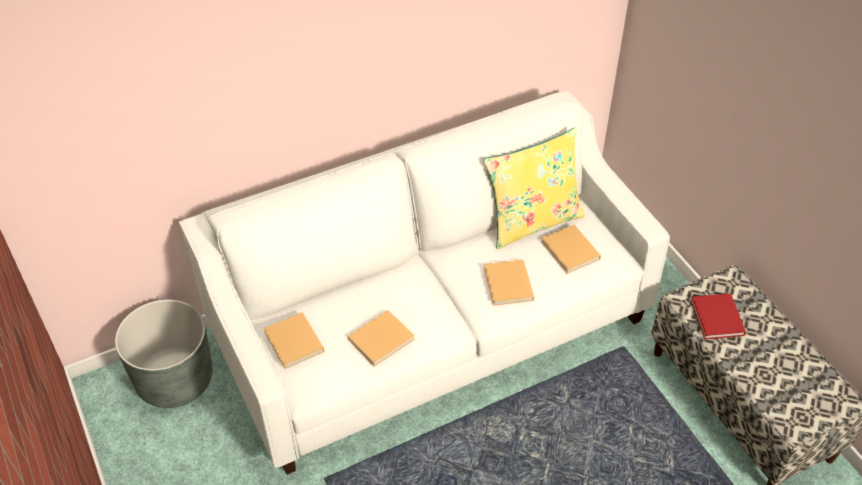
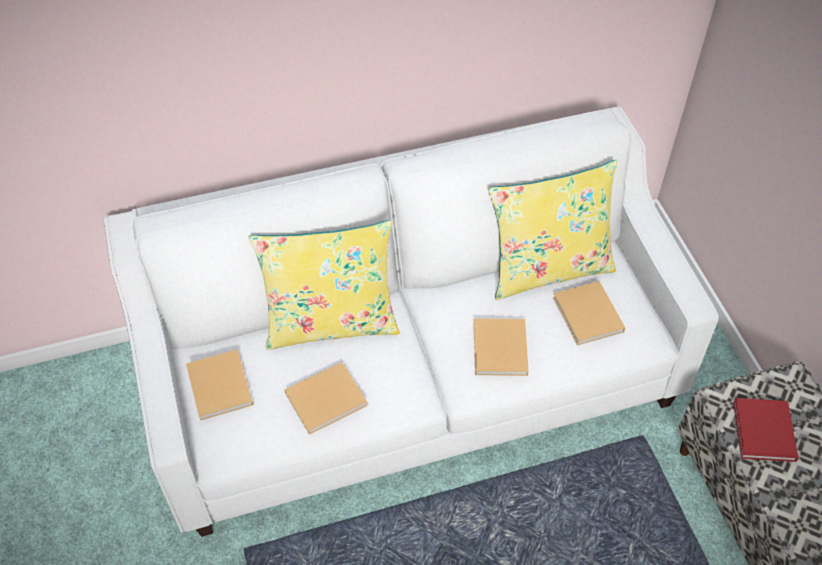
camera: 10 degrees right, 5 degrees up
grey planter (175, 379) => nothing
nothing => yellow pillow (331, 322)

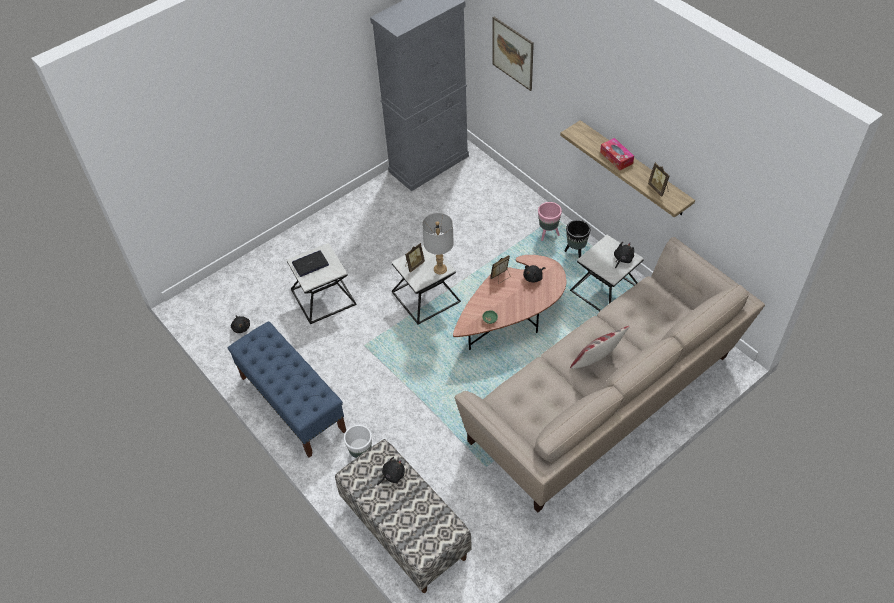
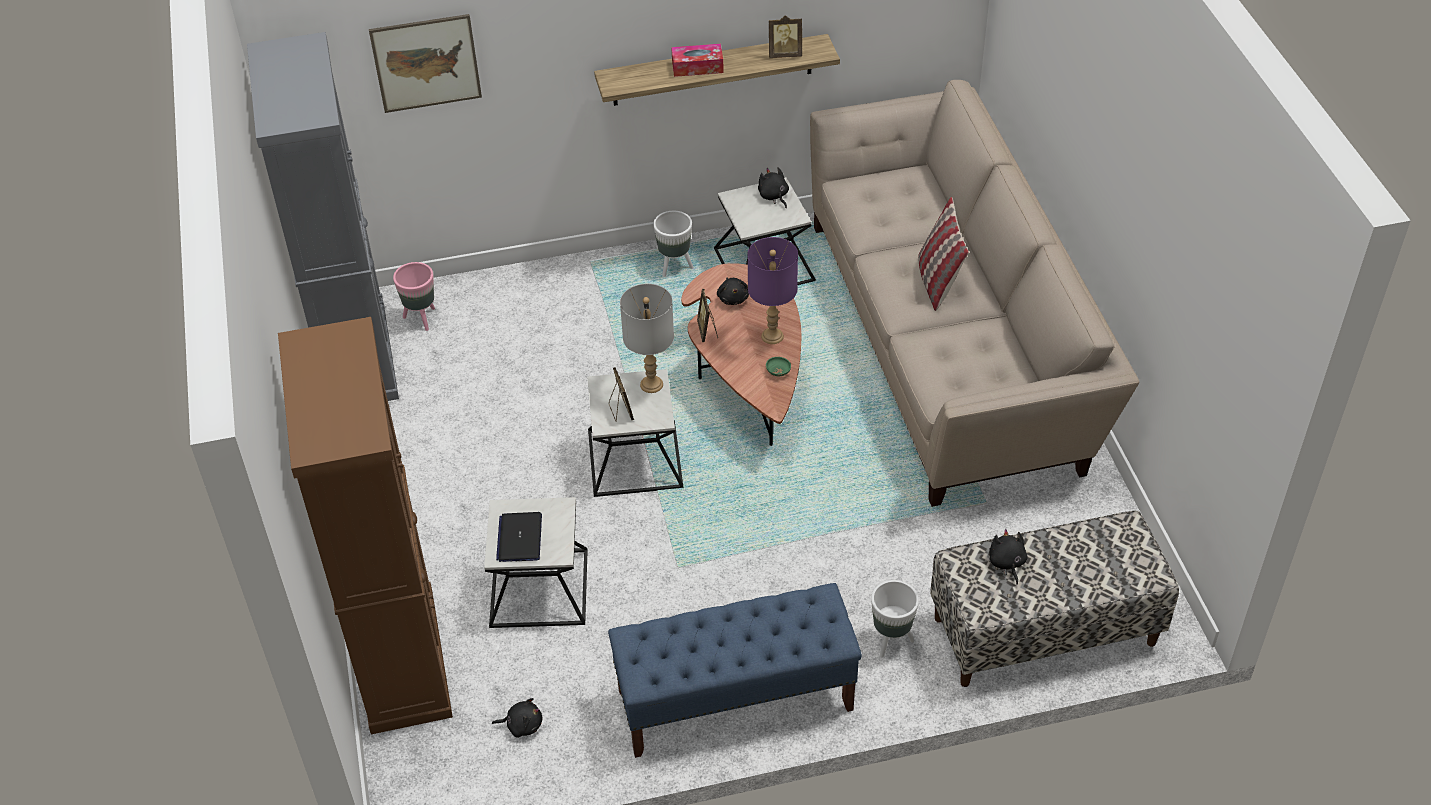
camera: 65 degrees left, 5 degrees down
pink planter (548, 234) => pink planter (421, 318), move
black planter (576, 252) => white planter (675, 266)
nothing => brown cabinet (402, 659)
nothing => purple table lamp (772, 336)

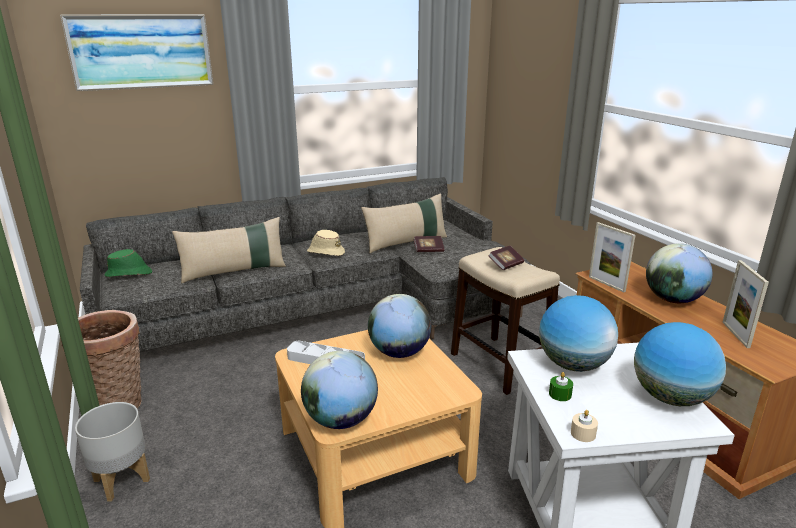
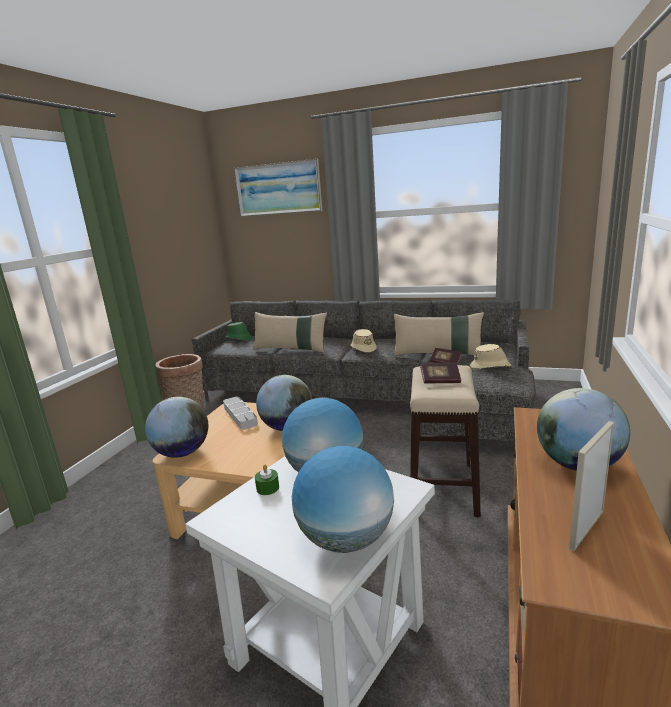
camera: 45 degrees right, 5 degrees down
grey planter (121, 480) => nothing
beige candle (583, 433) => nothing
picture frame (606, 284) => nothing
nothing => beige hat (490, 367)

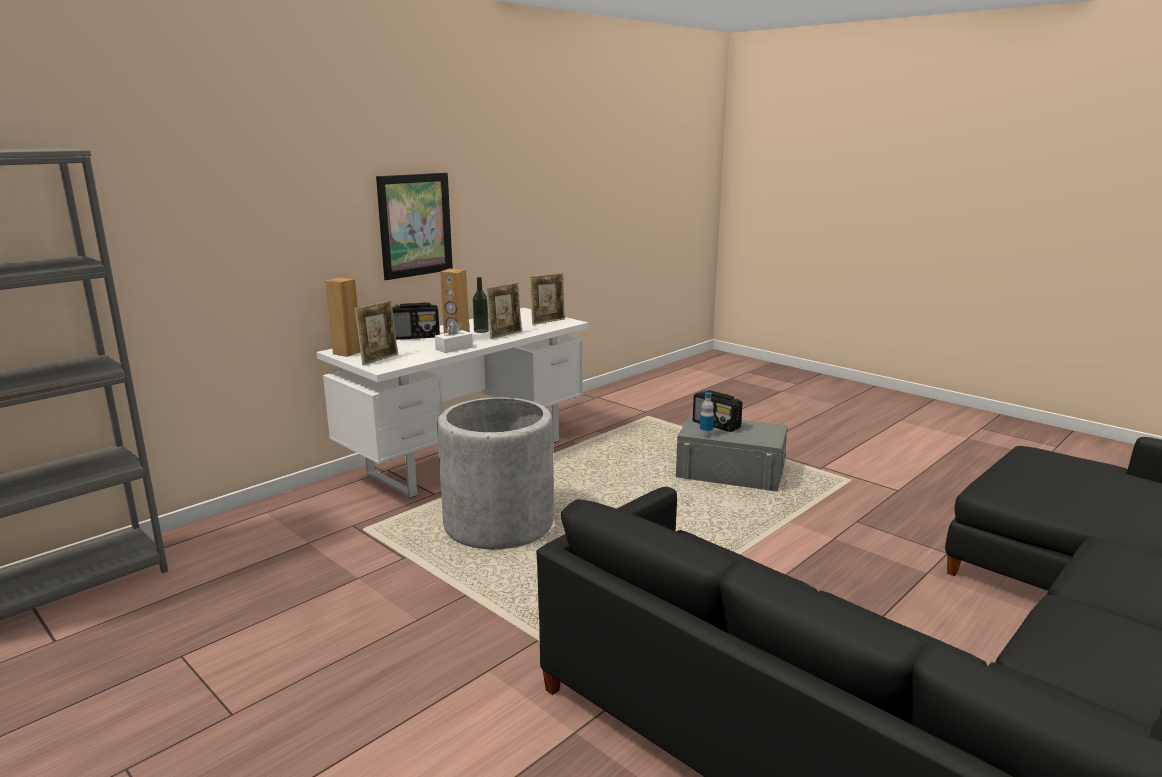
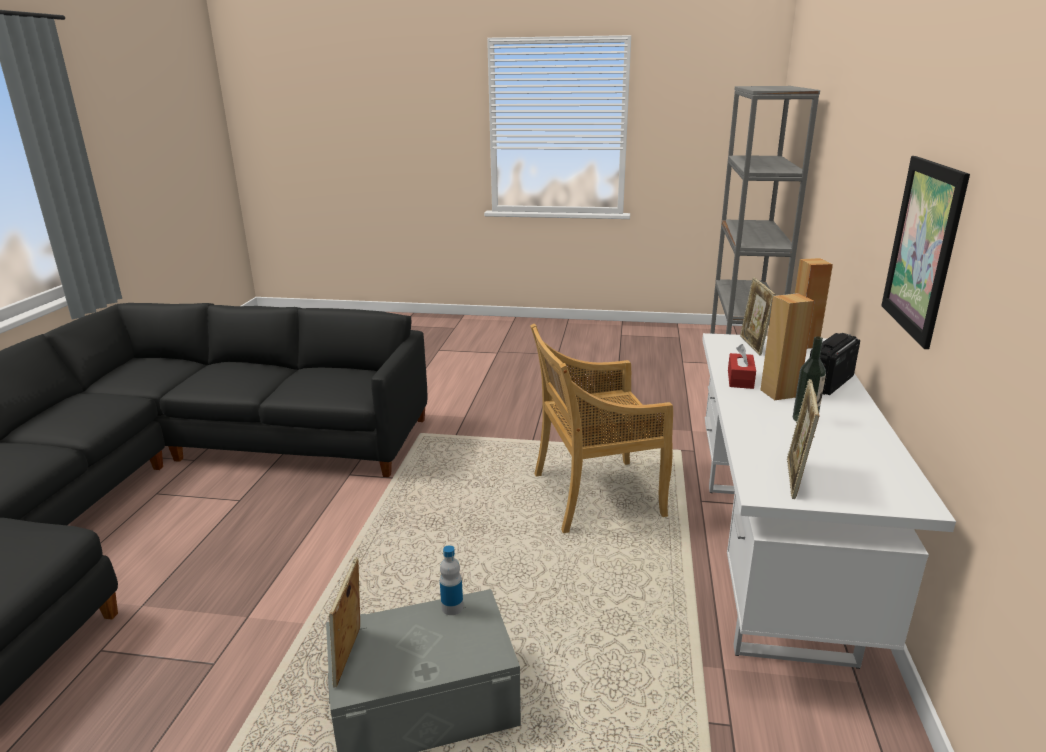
camera: 145 degrees right, 5 degrees up
white tissue box (454, 348) => red tissue box (740, 379)
grey planter (499, 523) => beige chair (594, 495)
picture frame (505, 335) => picture frame (350, 657), move
radio (716, 425) => nothing

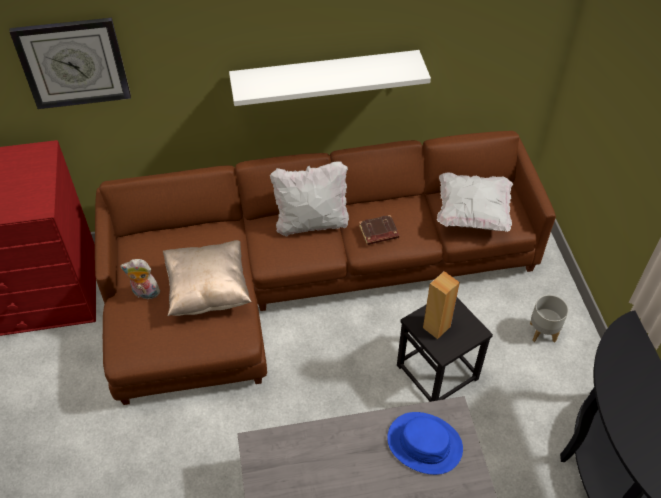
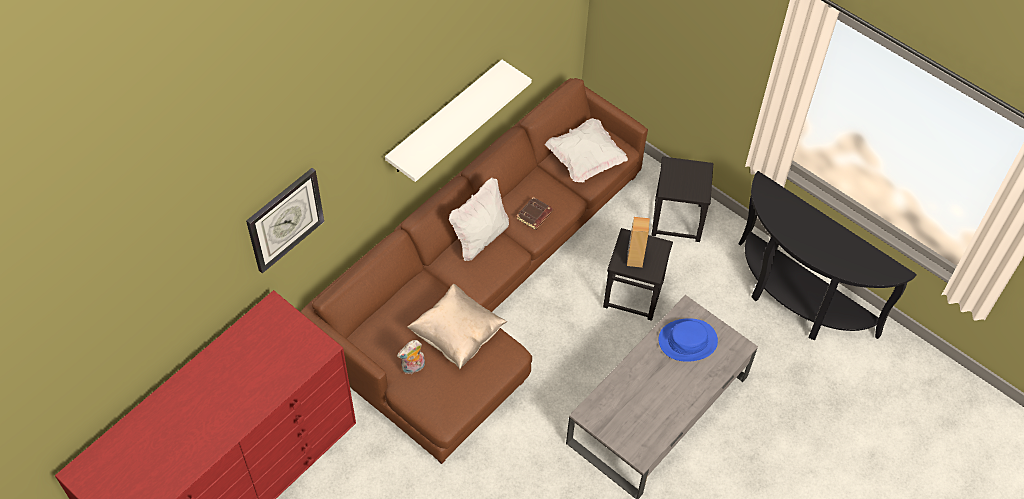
camera: 40 degrees left, 5 degrees up
grey planter (542, 332) => black stool (677, 220)

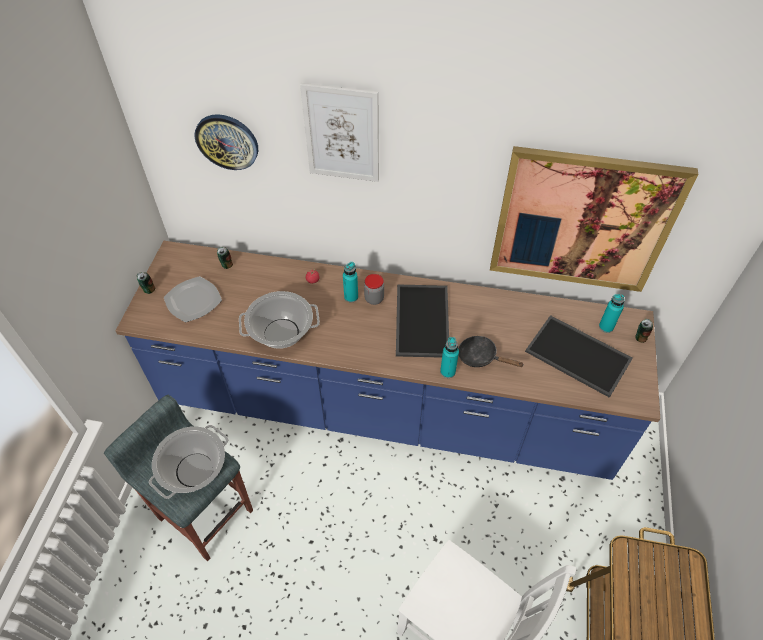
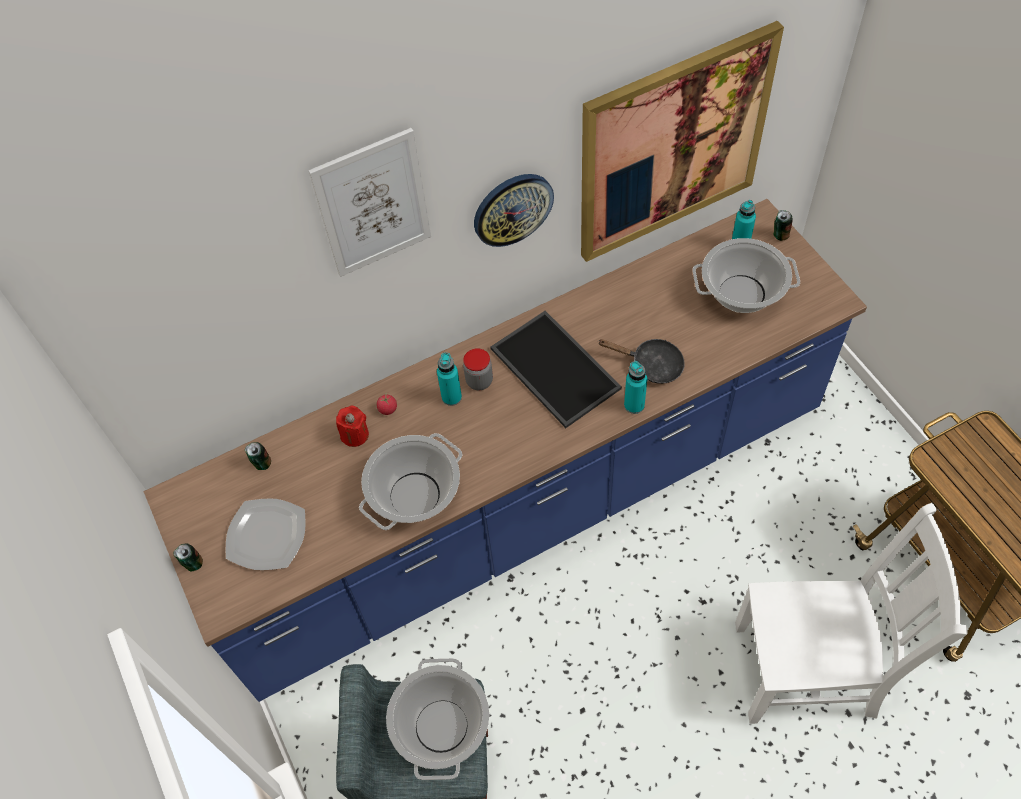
camera: 35 degrees left, 5 degrees up
wall clock (227, 141) => wall clock (512, 209), move
black frying pan (481, 357) => black frying pan (651, 365), 150 degrees counterclockwise
tray (579, 355) => cooking pot (742, 293)
nothing => red candle (355, 435)

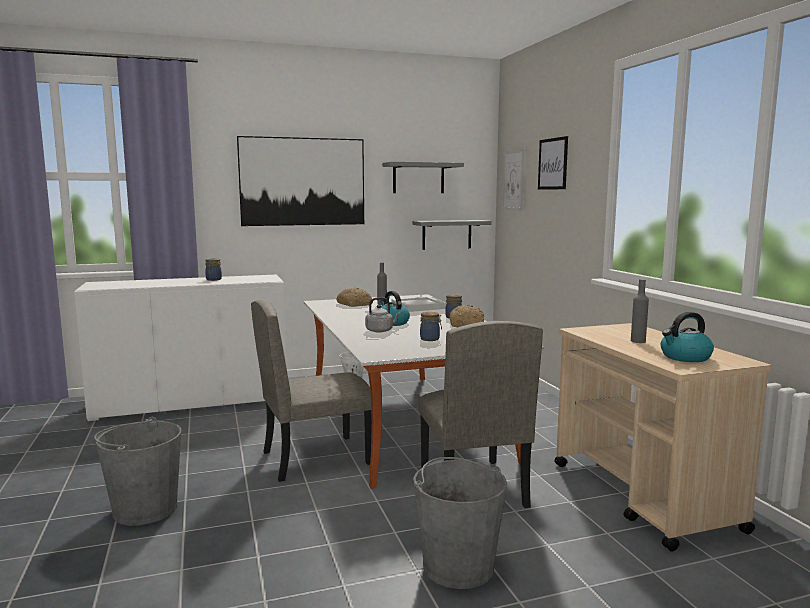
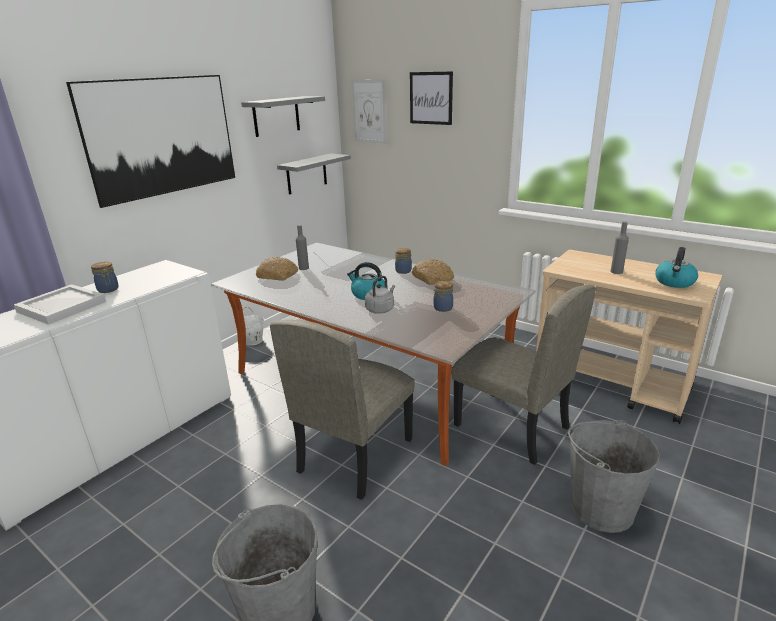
camera: 35 degrees left, 15 degrees up
white tray (417, 306) => white tray (60, 307), move

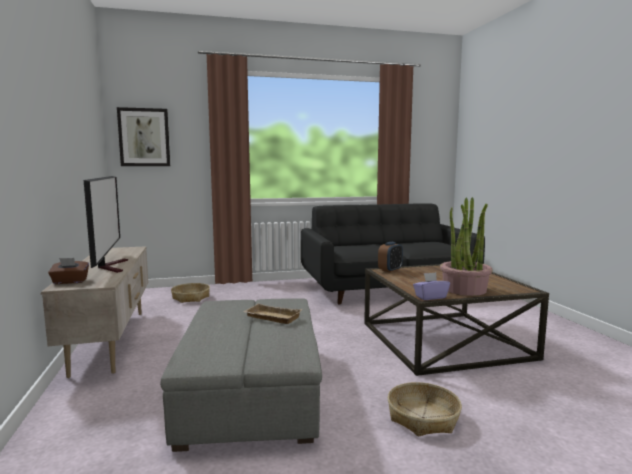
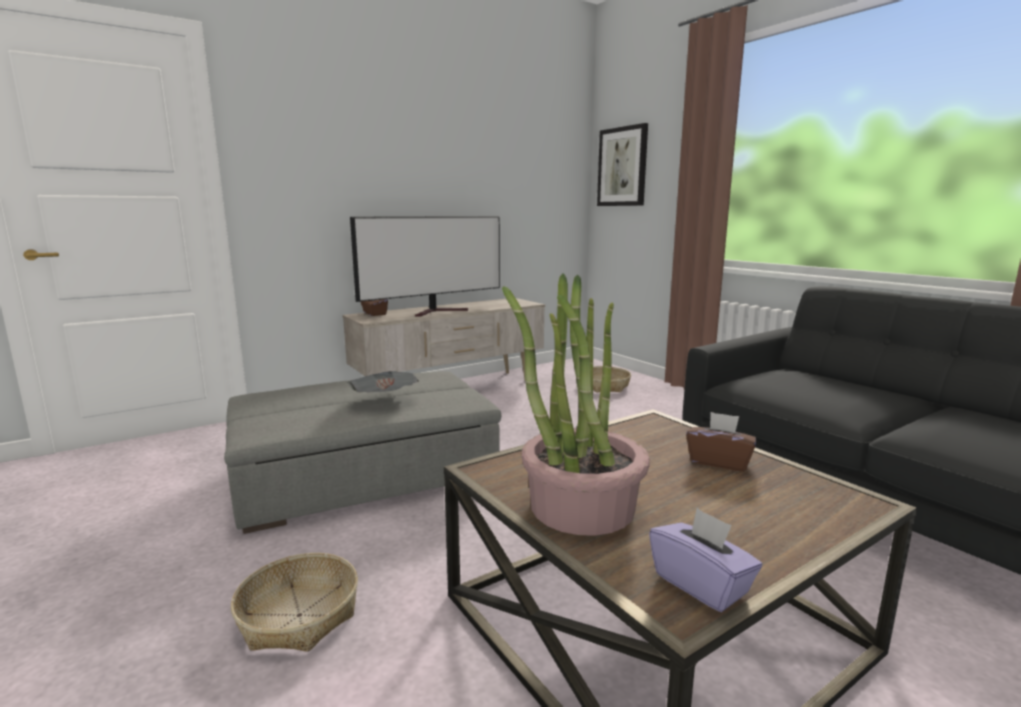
camera: 70 degrees right, 5 degrees up
beige tray (271, 318) => newspaper (384, 401)
alarm clock (390, 270) => nothing
purple tissue box (430, 297) => purple tissue box (701, 584), move
nothing => brown tissue box (719, 461)

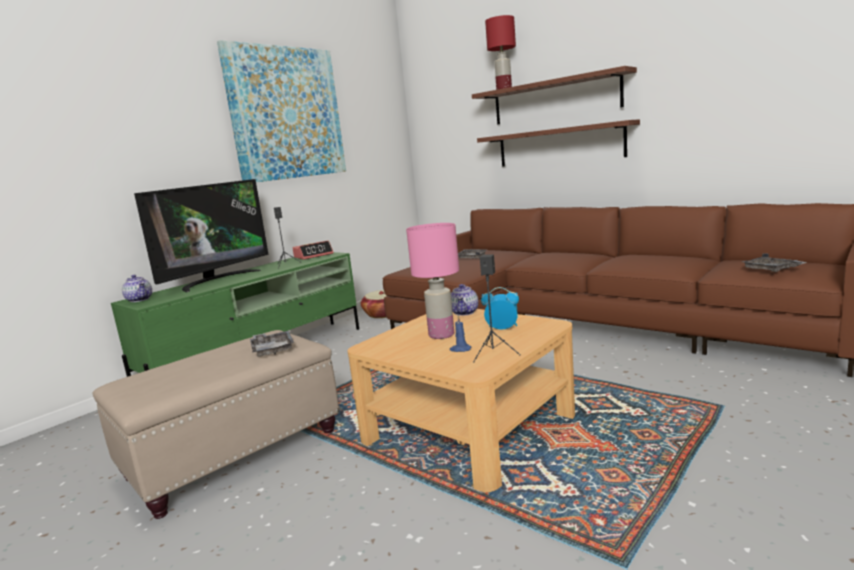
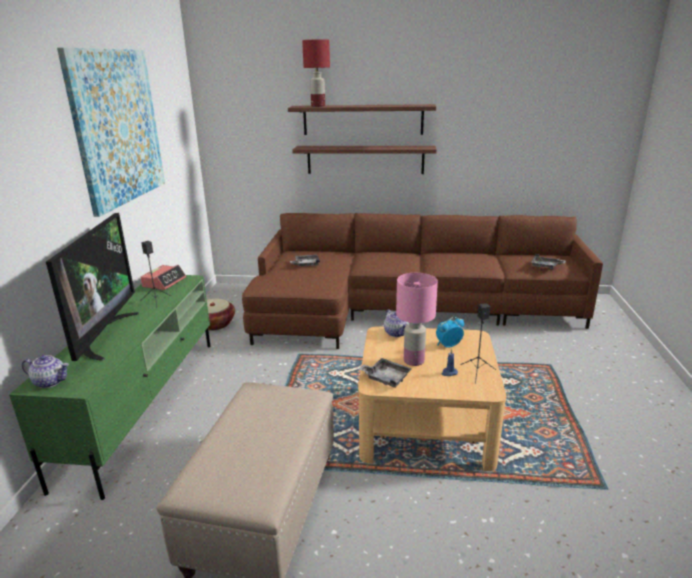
camera: 35 degrees left, 10 degrees up
grey tray (272, 349) => grey tray (386, 378), move

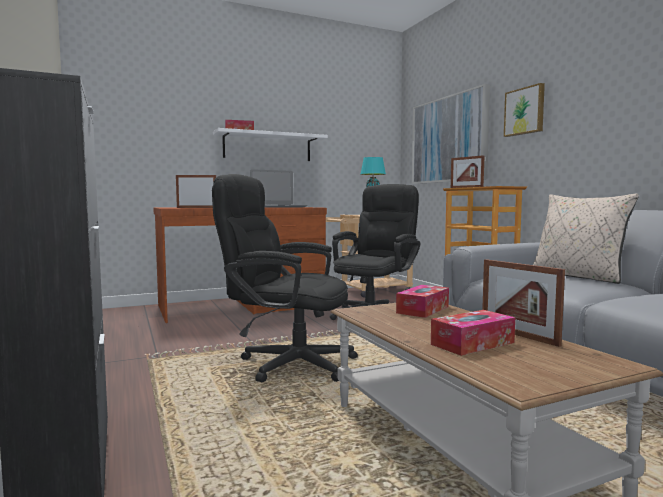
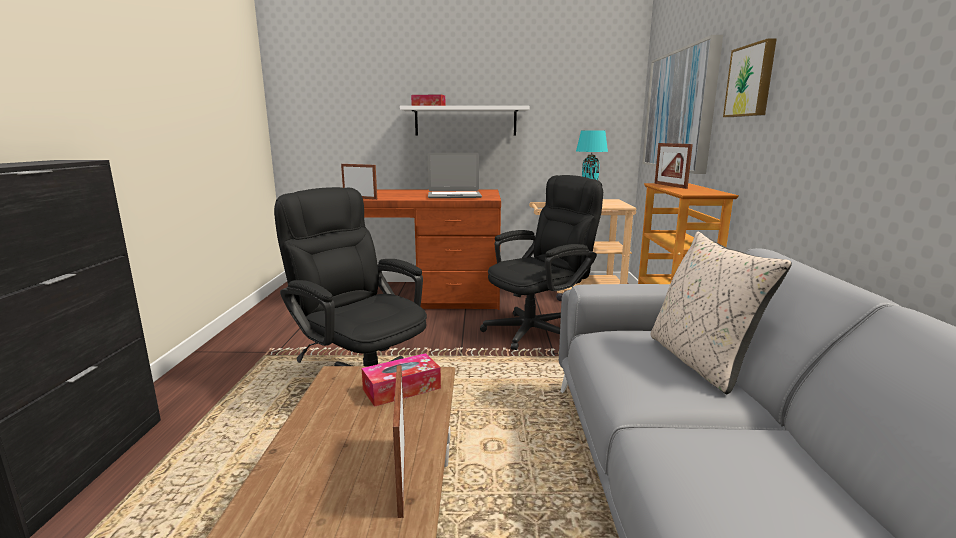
camera: 25 degrees right, 10 degrees up
tissue box (472, 343) => nothing

